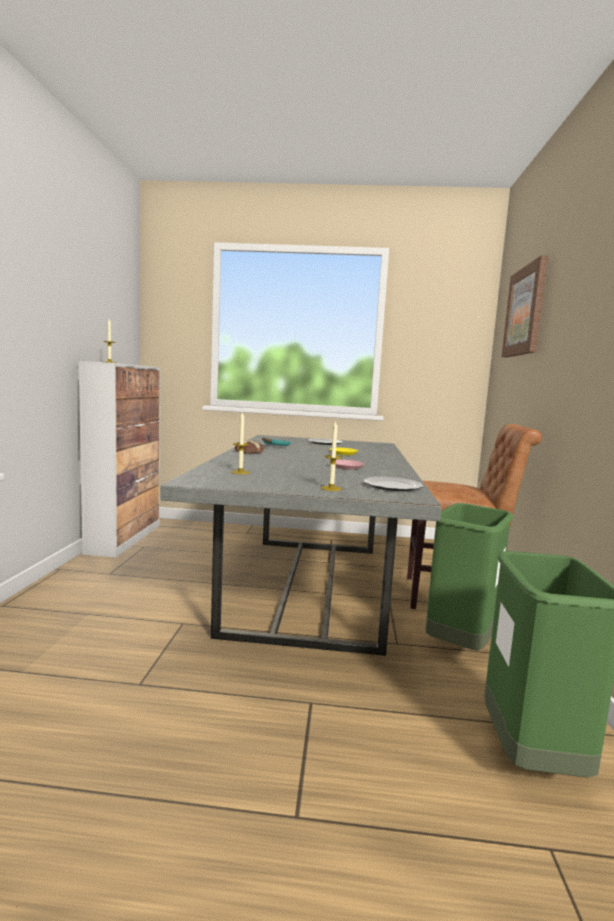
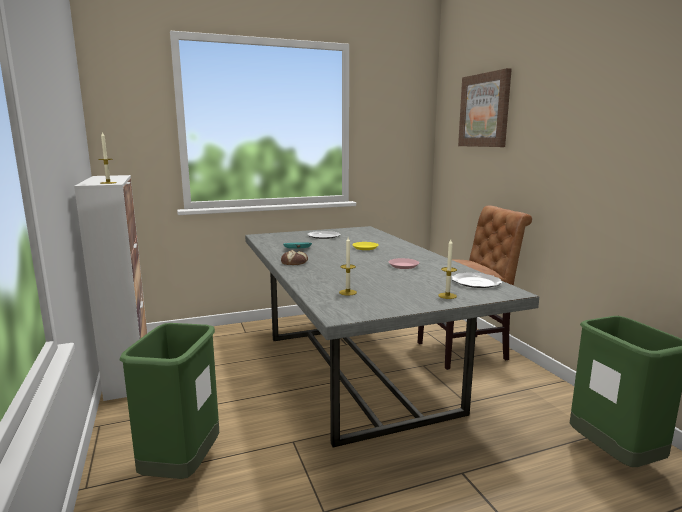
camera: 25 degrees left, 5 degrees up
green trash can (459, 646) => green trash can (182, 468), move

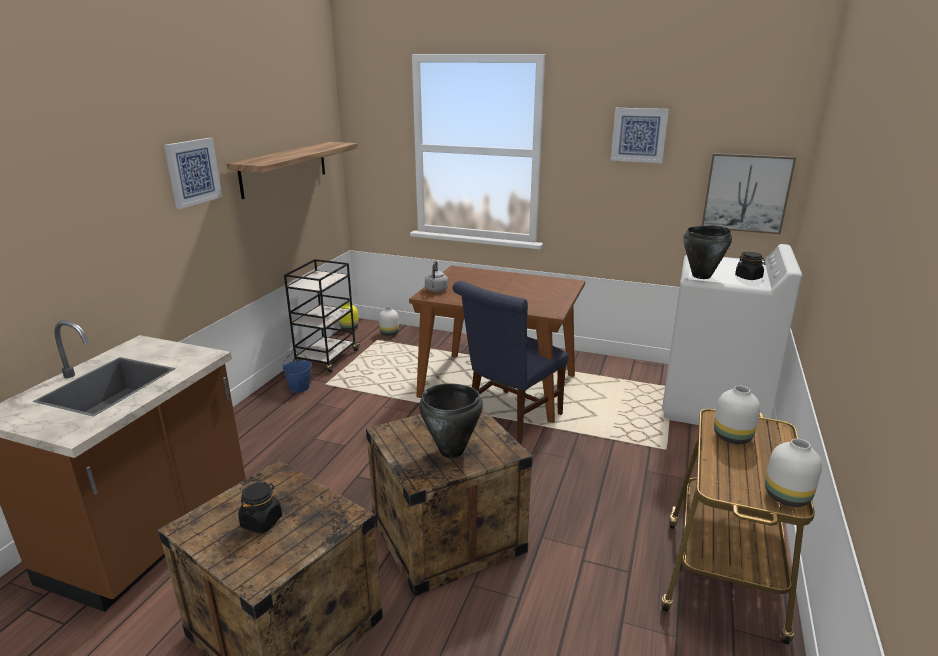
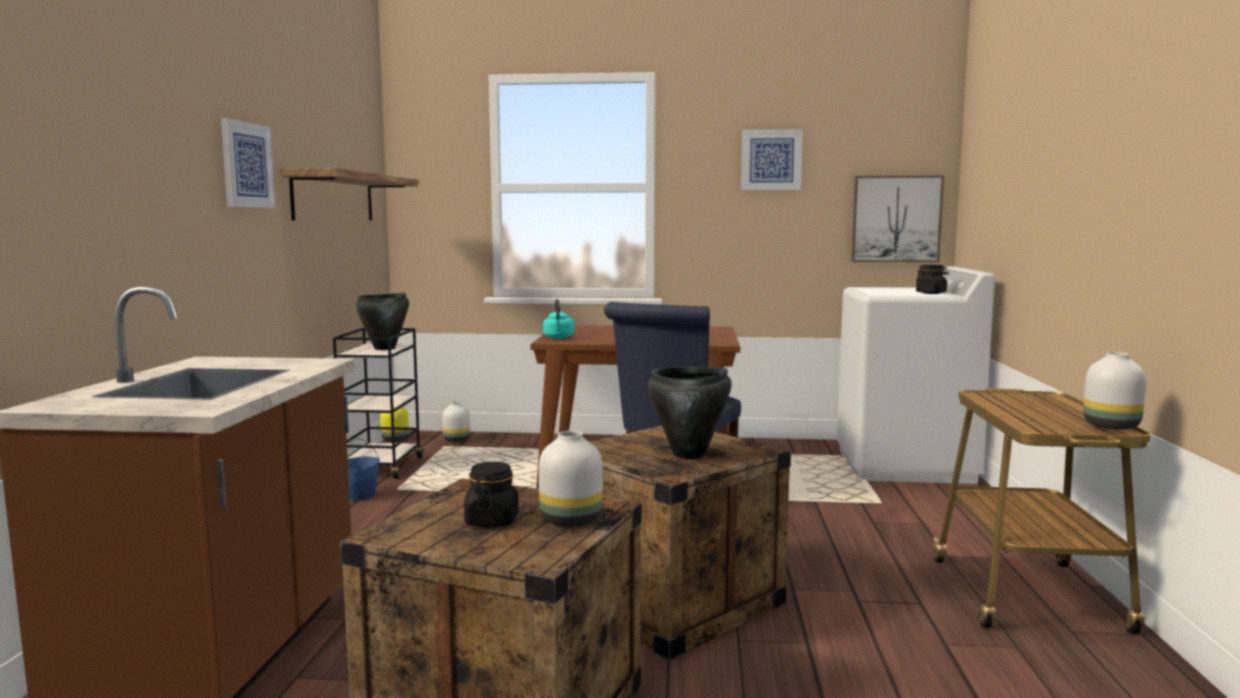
camera: 15 degrees left, 15 degrees down
grey kettle (436, 290) => turquoise kettle (558, 338)
black cooking pot (702, 276) => black cooking pot (385, 348), move
white vase (731, 436) => white vase (569, 520), move

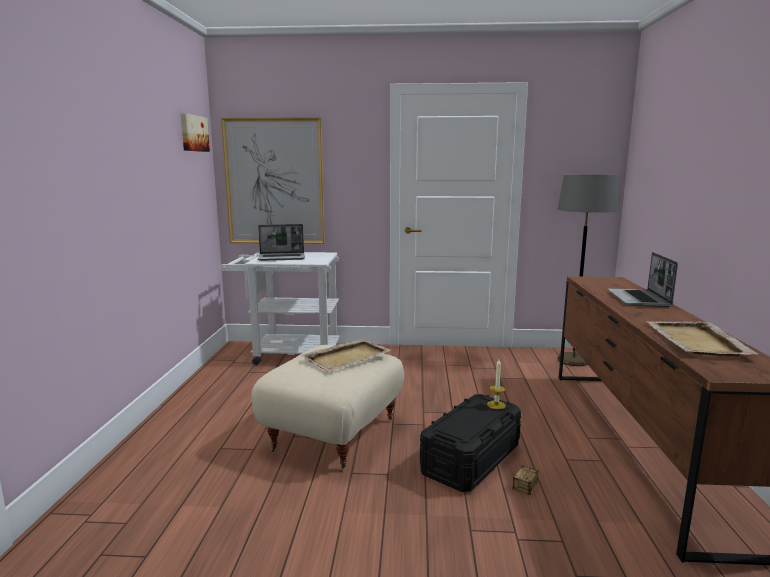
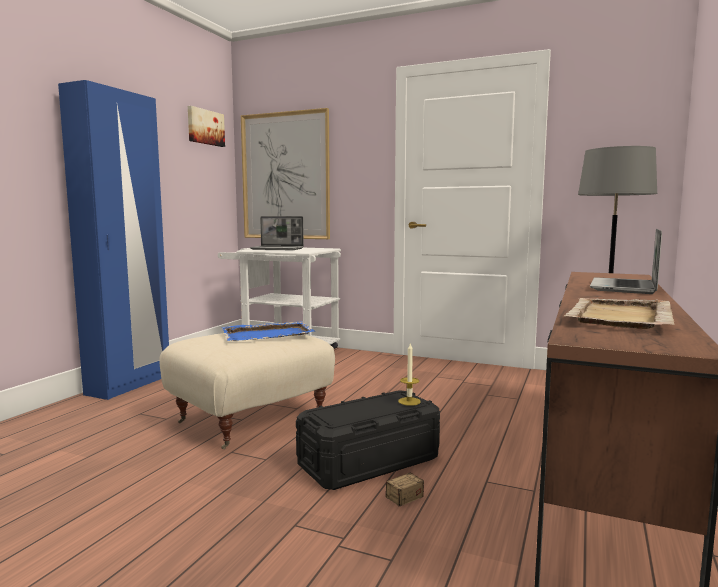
camera: 20 degrees right, 5 degrees down
beige tray (347, 357) => blue tray (268, 334)
nothing => blue wardrobe (129, 385)

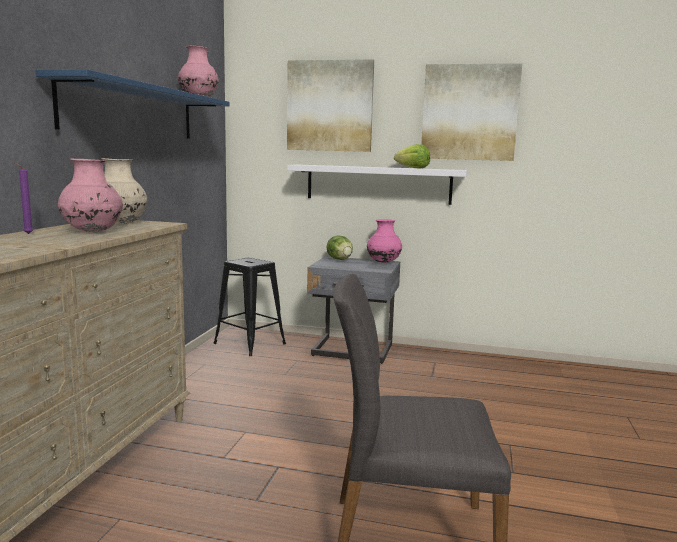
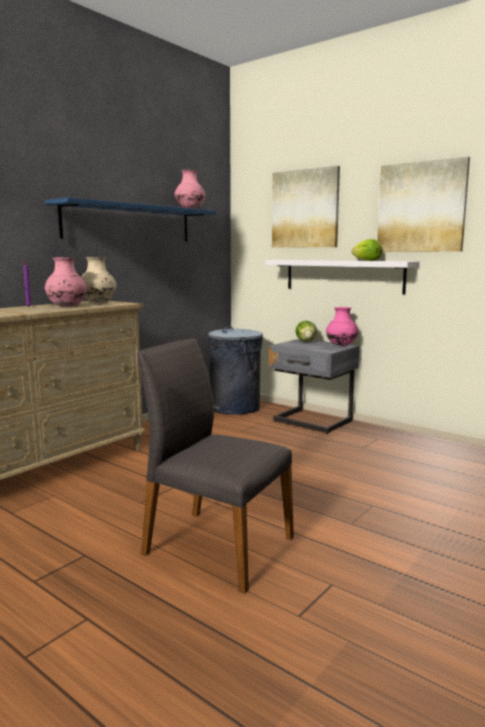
camera: 25 degrees right, 0 degrees up
black stool (250, 344) => grey trash can (234, 408)

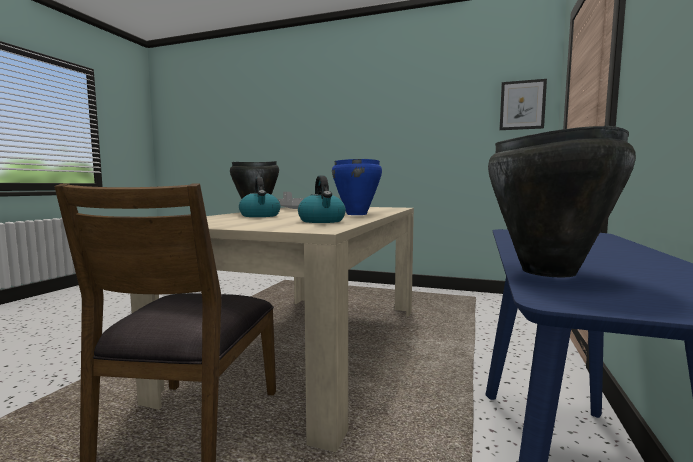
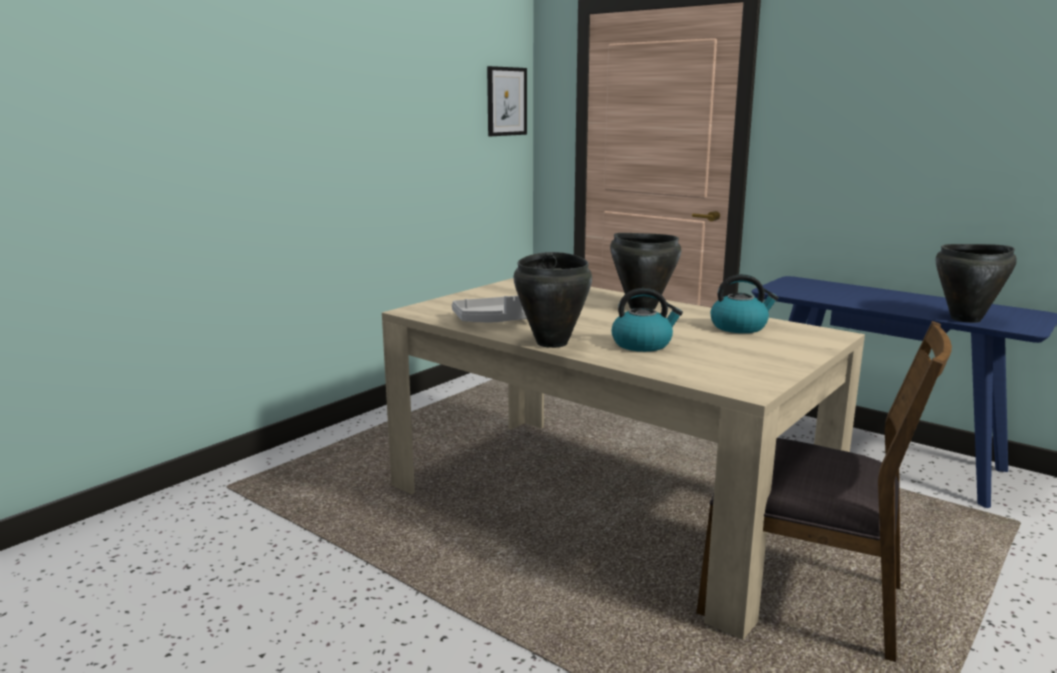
camera: 70 degrees left, 10 degrees up
blue cooking pot (357, 214) => black cooking pot (642, 307)

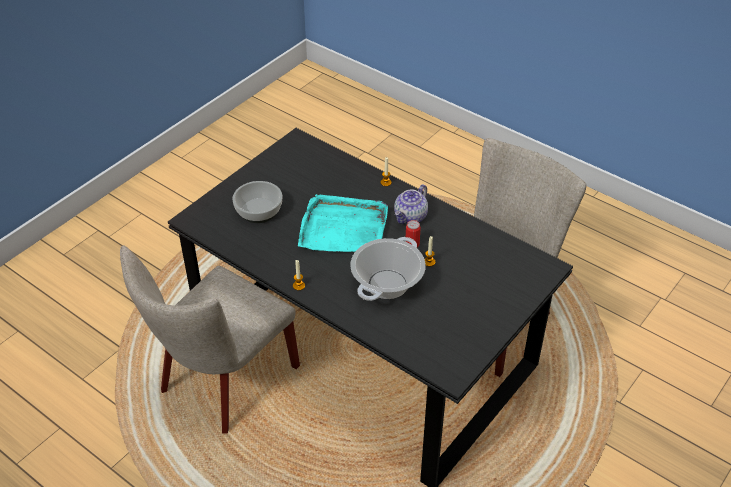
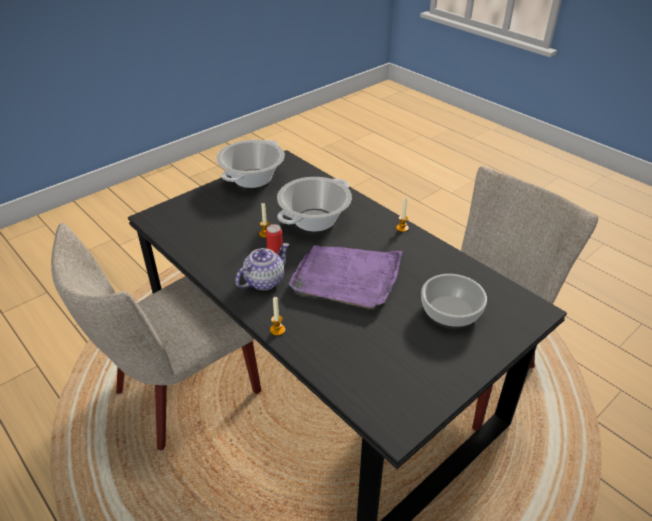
camera: 170 degrees left, 5 degrees down
turquoise tray (343, 228) => purple tray (347, 277)
nothing => cooking pot (253, 179)

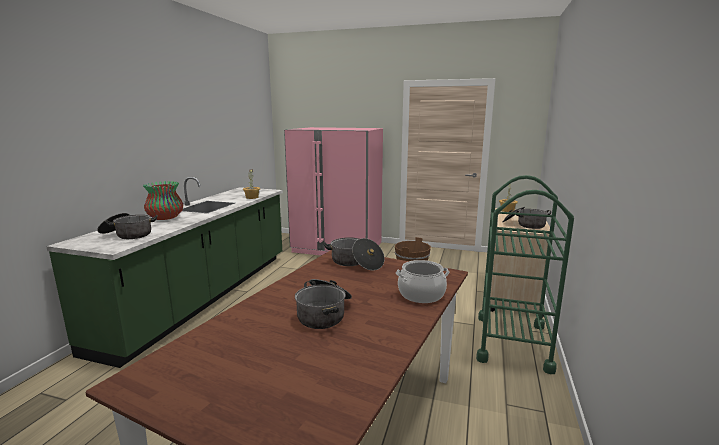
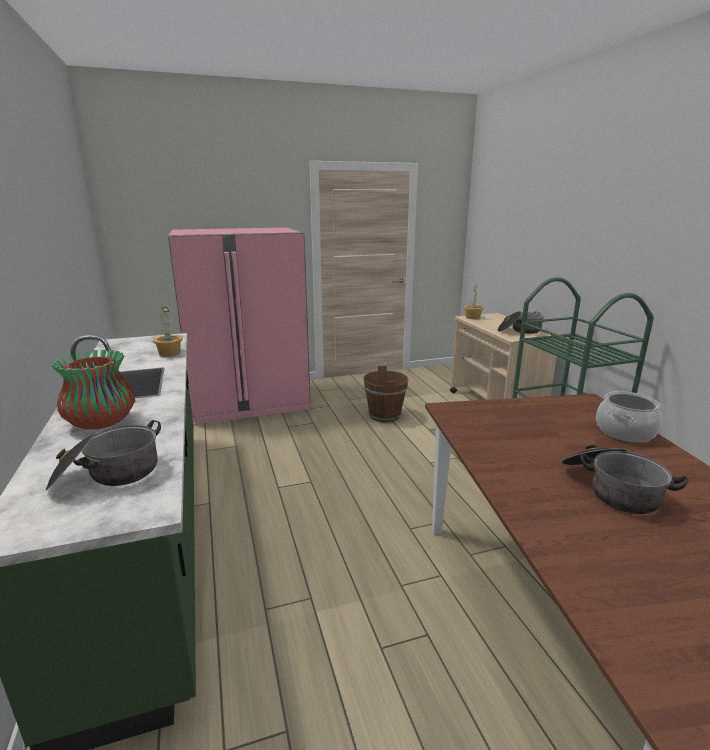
camera: 35 degrees left, 5 degrees up
cooking pot (355, 263) => nothing

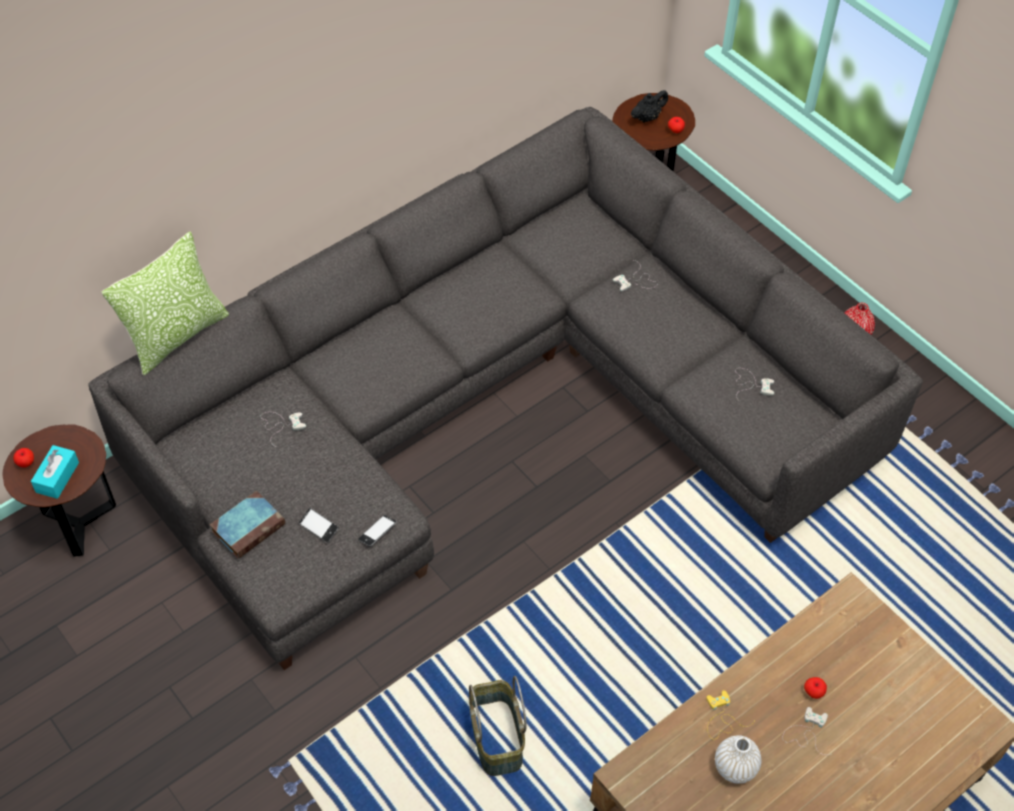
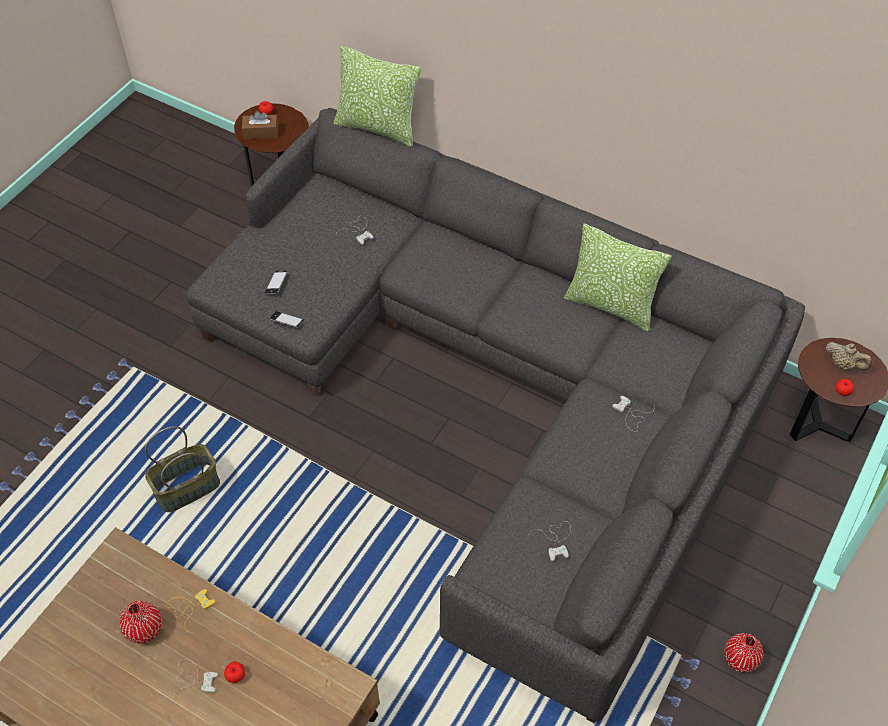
camera: 70 degrees right, 0 degrees up
turquoise tissue box (57, 477) => brown tissue box (261, 132)
book (249, 526) => nothing
black teapot (647, 117) => beige teapot (844, 365)
white vase (735, 767) => red vase (145, 629)
nothing => pillow (610, 305)

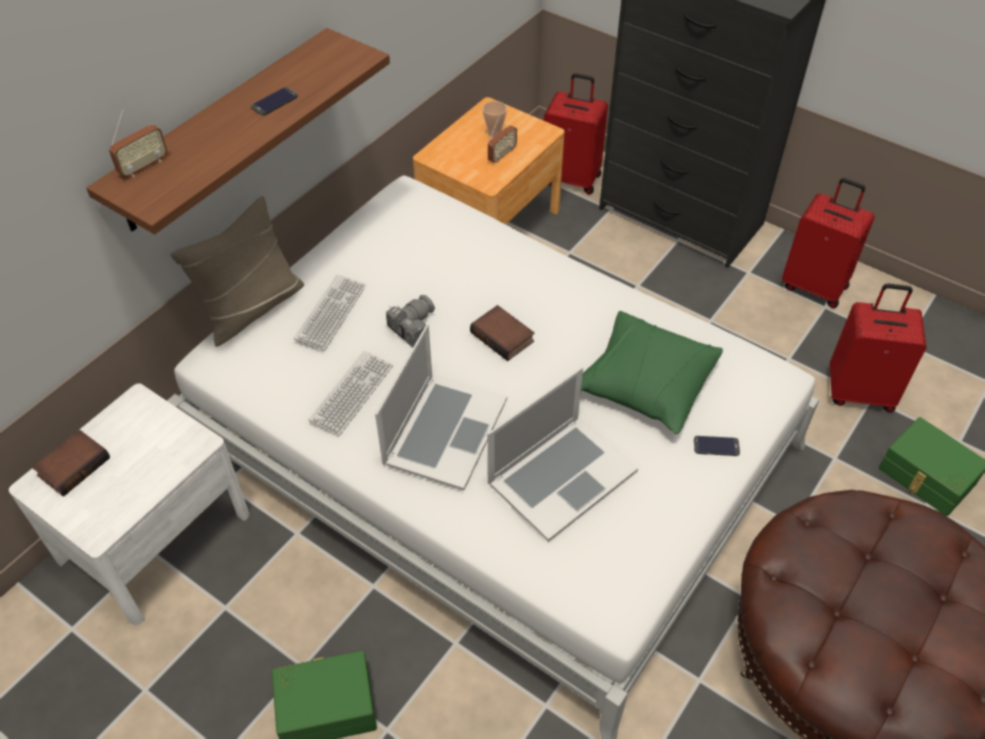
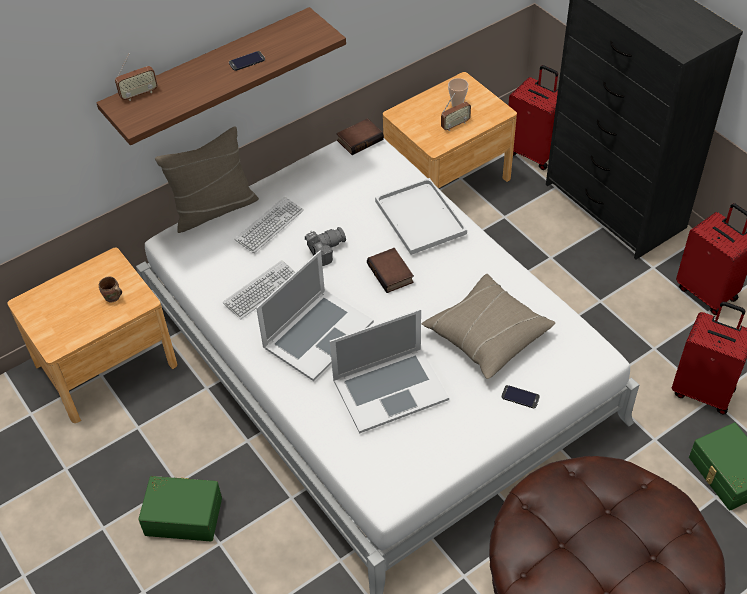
camera: 20 degrees right, 0 degrees up
white nightstand (154, 537) => brown nightstand (106, 364)
book (73, 465) => book (360, 139), move
green pillow (645, 383) => beige pillow (487, 335)
nothing => brown mug (113, 298)
nothing => white tray (418, 216)

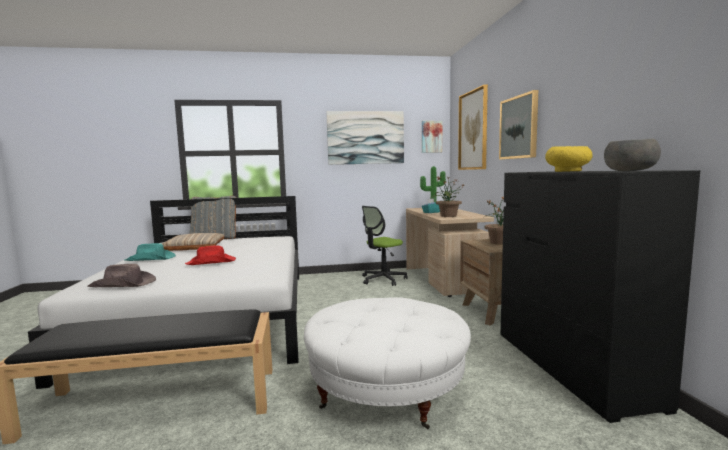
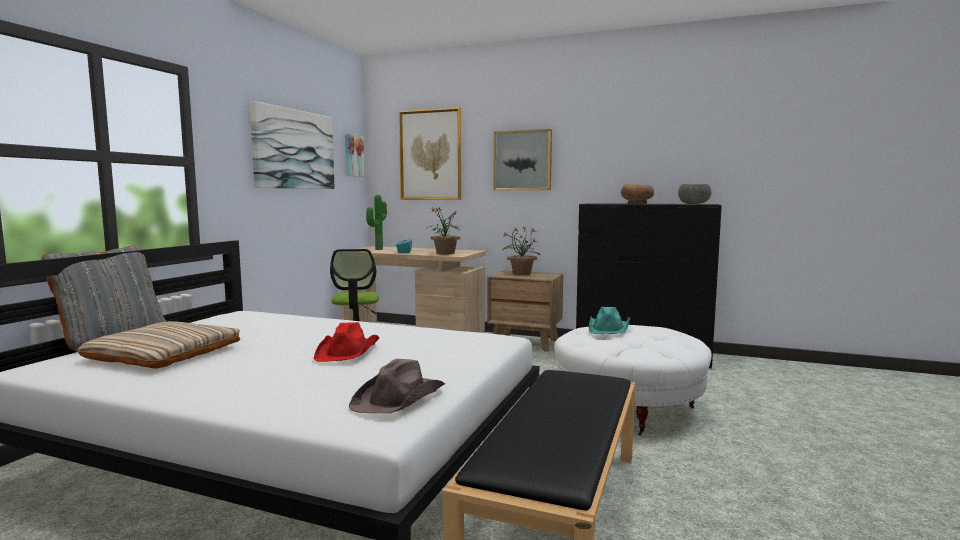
camera: 60 degrees left, 0 degrees up
turquoise hat (151, 259) => turquoise hat (609, 328), move
yellow bowl (568, 171) => brown bowl (637, 203)

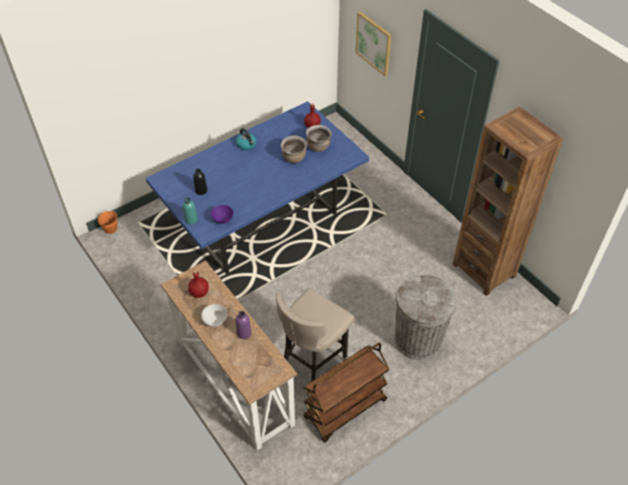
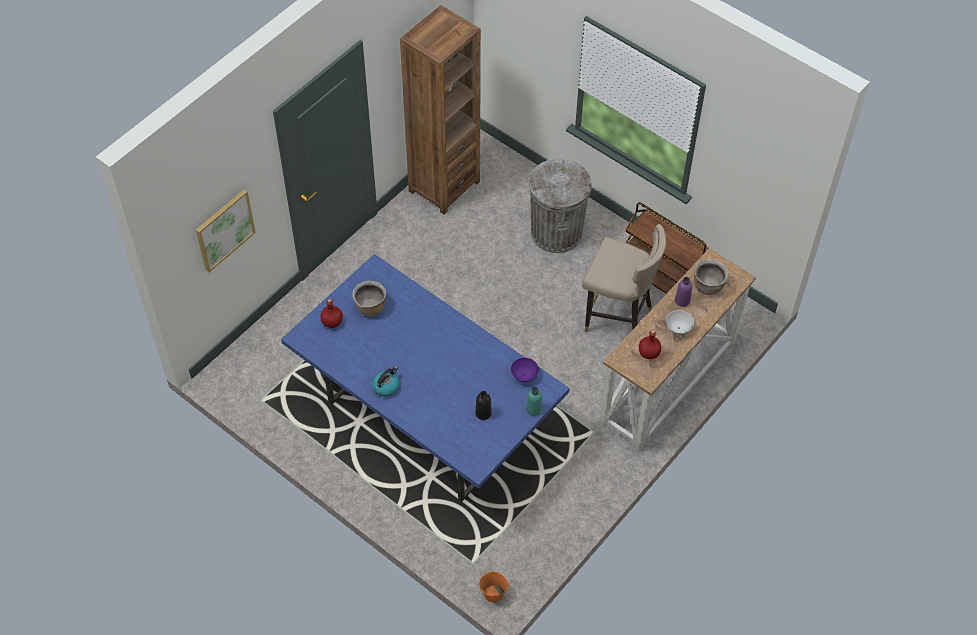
camera: 105 degrees left, 5 degrees up
brown cooking pot (294, 158) => brown cooking pot (708, 286), move

